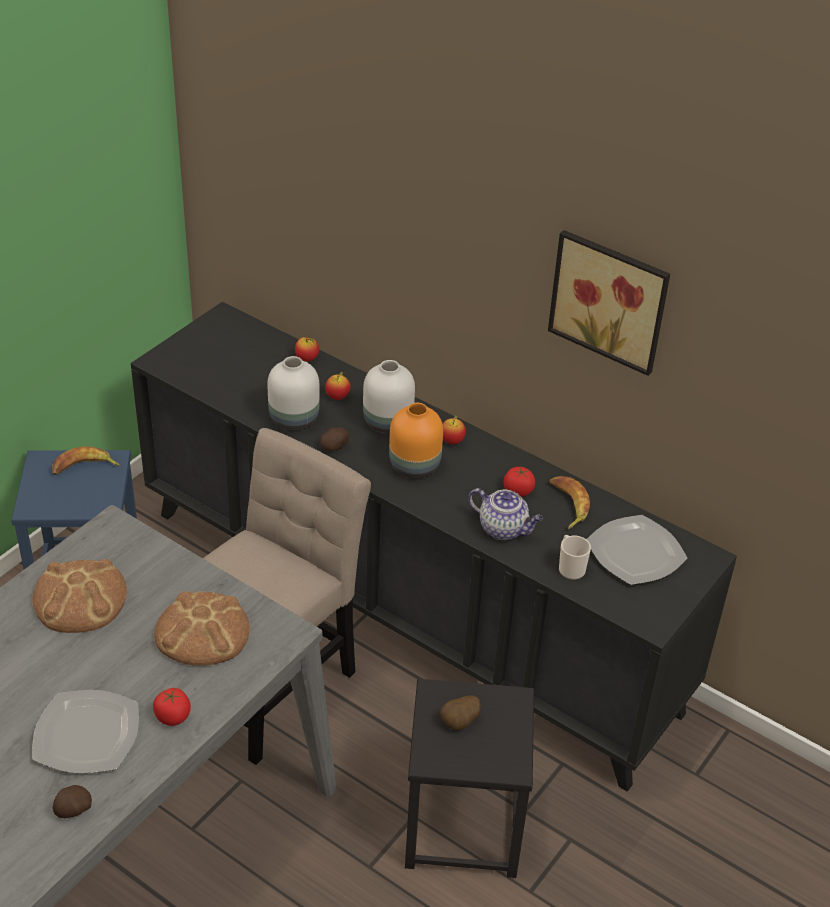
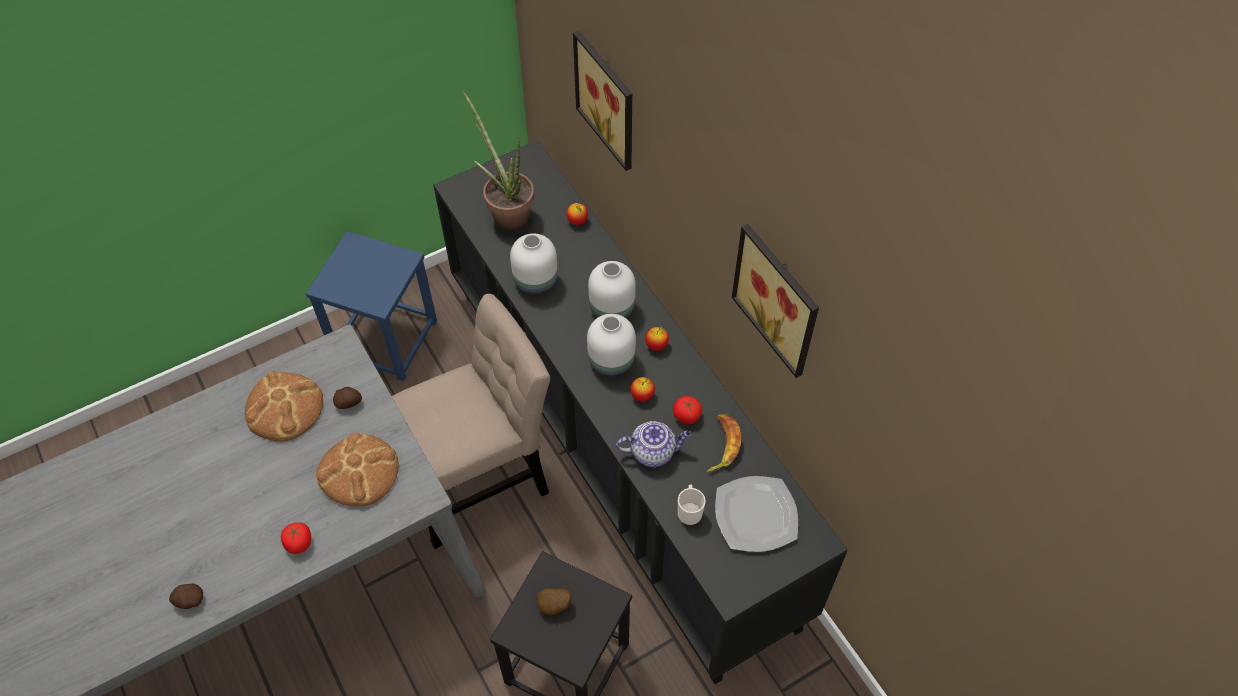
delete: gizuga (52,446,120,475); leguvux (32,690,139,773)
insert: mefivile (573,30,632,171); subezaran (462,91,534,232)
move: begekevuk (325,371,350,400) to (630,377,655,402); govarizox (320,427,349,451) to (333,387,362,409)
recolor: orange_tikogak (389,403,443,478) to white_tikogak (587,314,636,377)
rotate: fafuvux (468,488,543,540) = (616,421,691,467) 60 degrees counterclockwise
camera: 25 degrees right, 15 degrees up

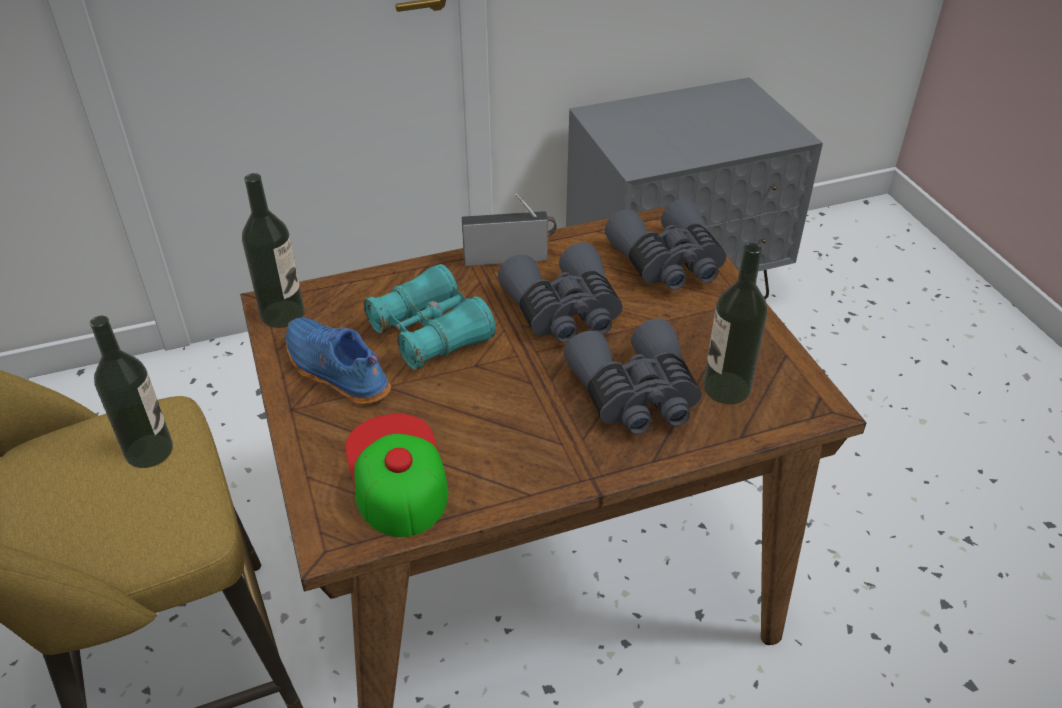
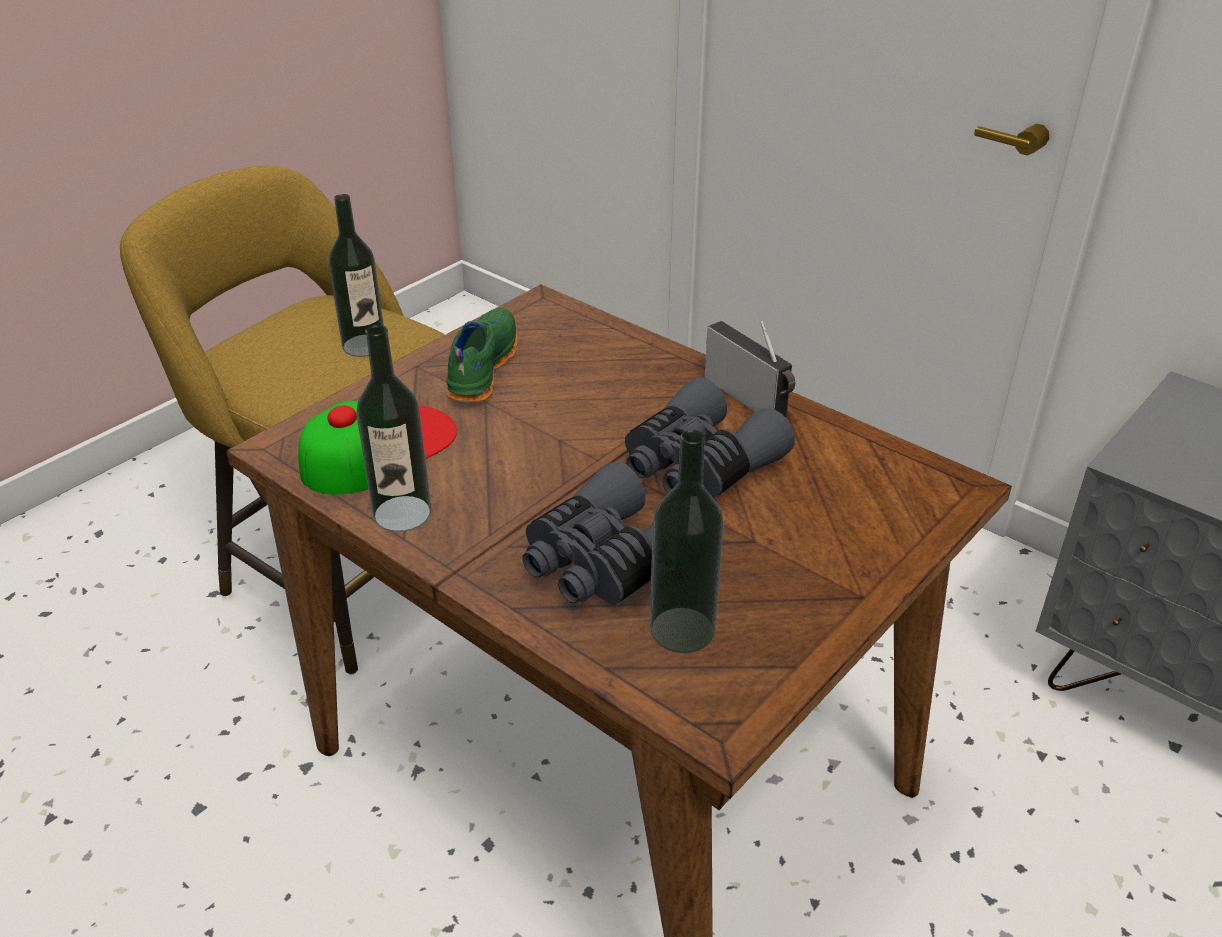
delete: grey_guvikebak (605,199,726,290); turquoise_guvikebak (364,264,496,370)
move: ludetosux (242,173,305,328) to (356,325,431,532)
recolor: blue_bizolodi (286,317,391,405) to green_bizolodi (446,308,517,403)
camera: 60 degrees right, 5 degrees down

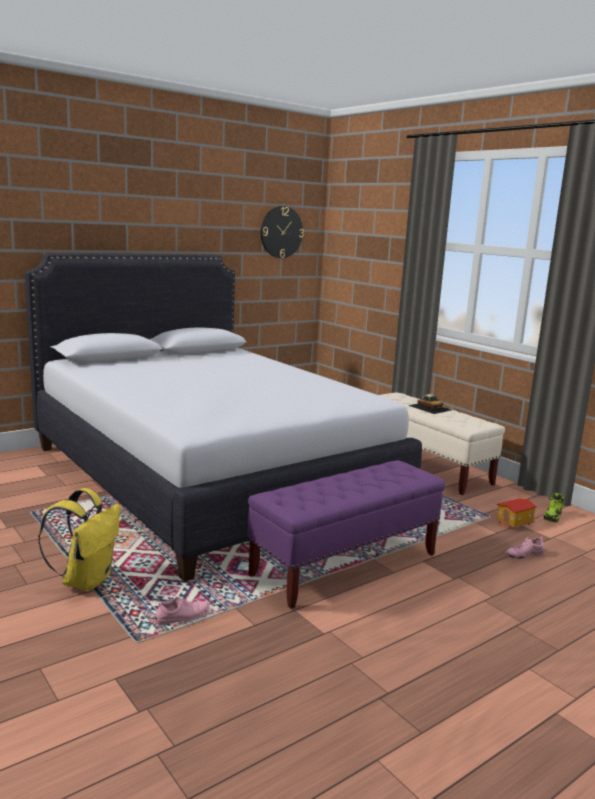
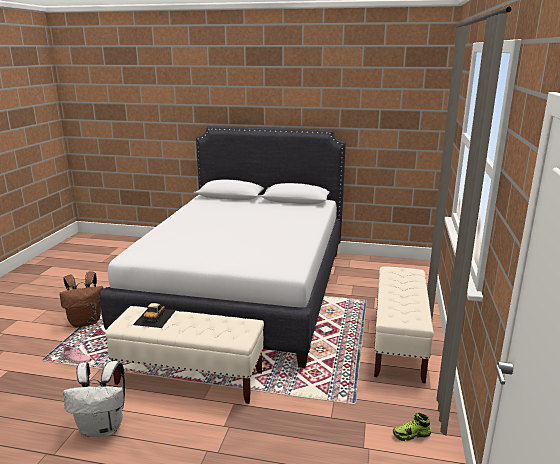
delete: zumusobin (261,206,304,258); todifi (495,498,537,530); pink_bizolodi (505,537,545,559)
insert: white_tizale (63,361,125,437)
move: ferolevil (408,394,451,414) to (133,303,176,328)
recolor: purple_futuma (247,460,445,609) to beige_futuma (105,306,264,404); yellow_tizale (38,488,121,591) to brown_tizale (59,271,104,328)
camera: 50 degrees right, 5 degrees up

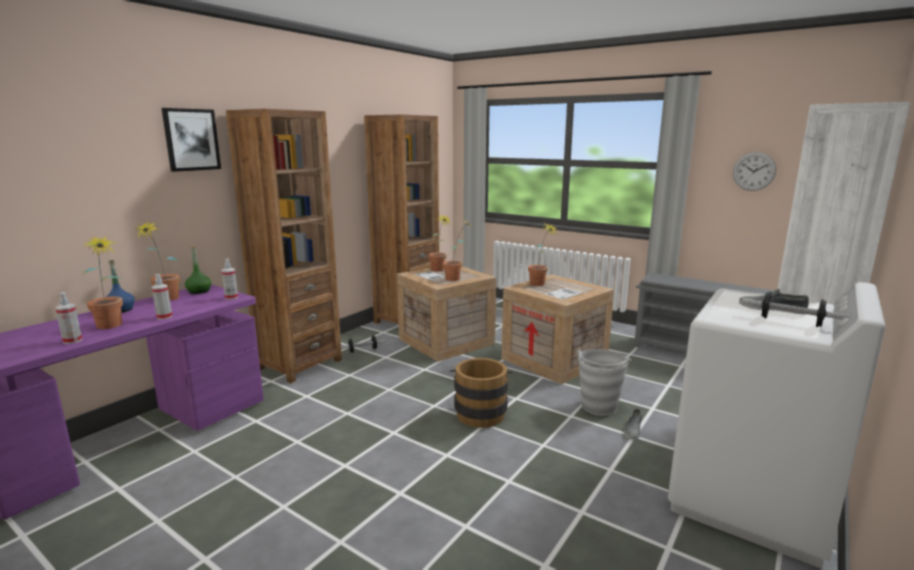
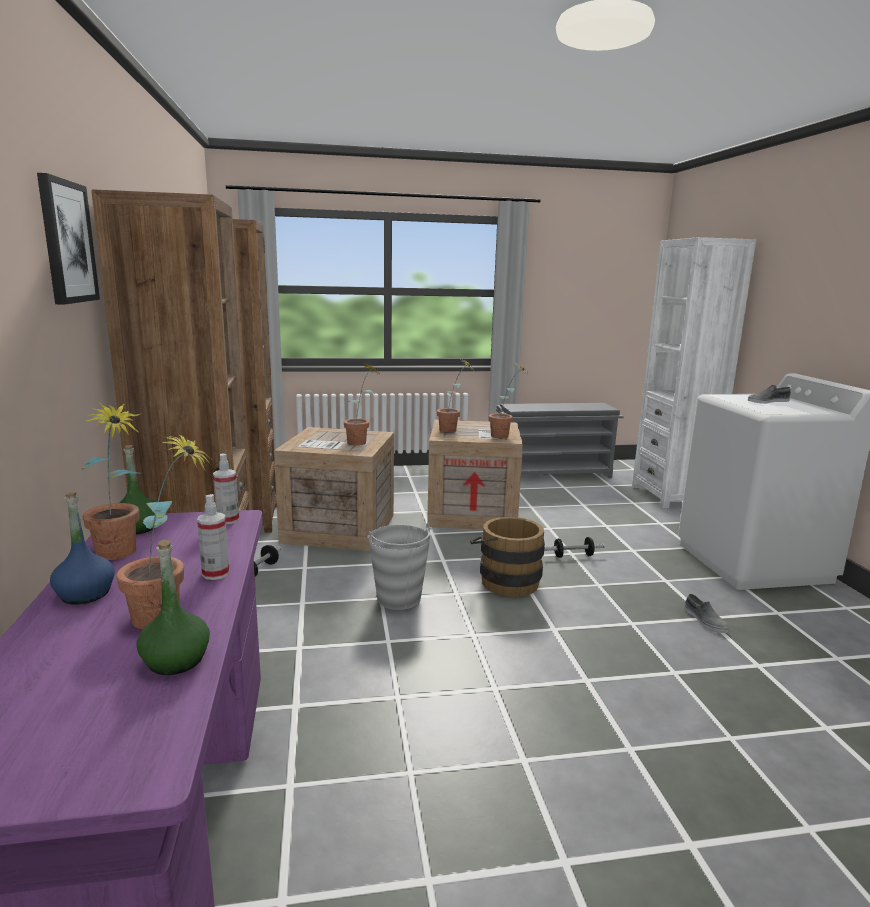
delete: zumusobin (733,152,776,191)
move: subezaran (428,214,452,271) to (489,363,529,438); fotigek (742,291,849,327) to (544,537,605,558); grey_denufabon (576,348,631,416) to (367,524,432,610); grey_bizolodi (624,409,642,440) to (685,594,729,633)
replace: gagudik (55,292,82,344) to green_ludetosux (136,540,210,675)
camera: 45 degrees left, 0 degrees up

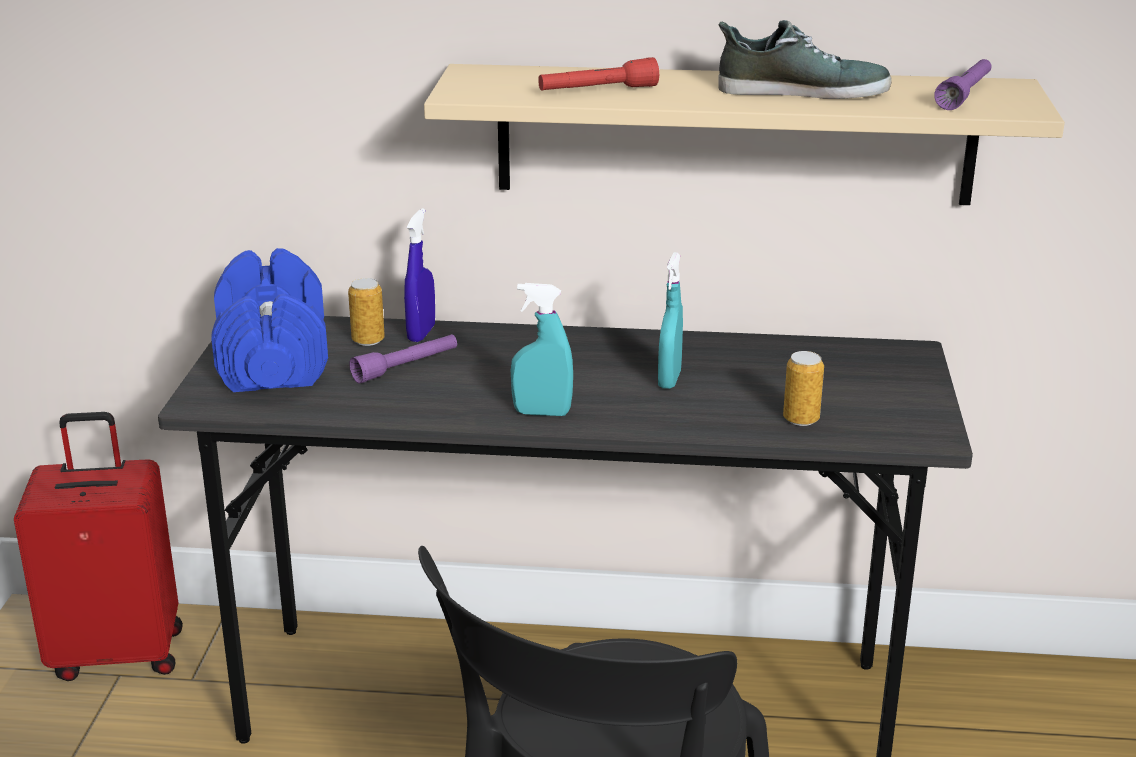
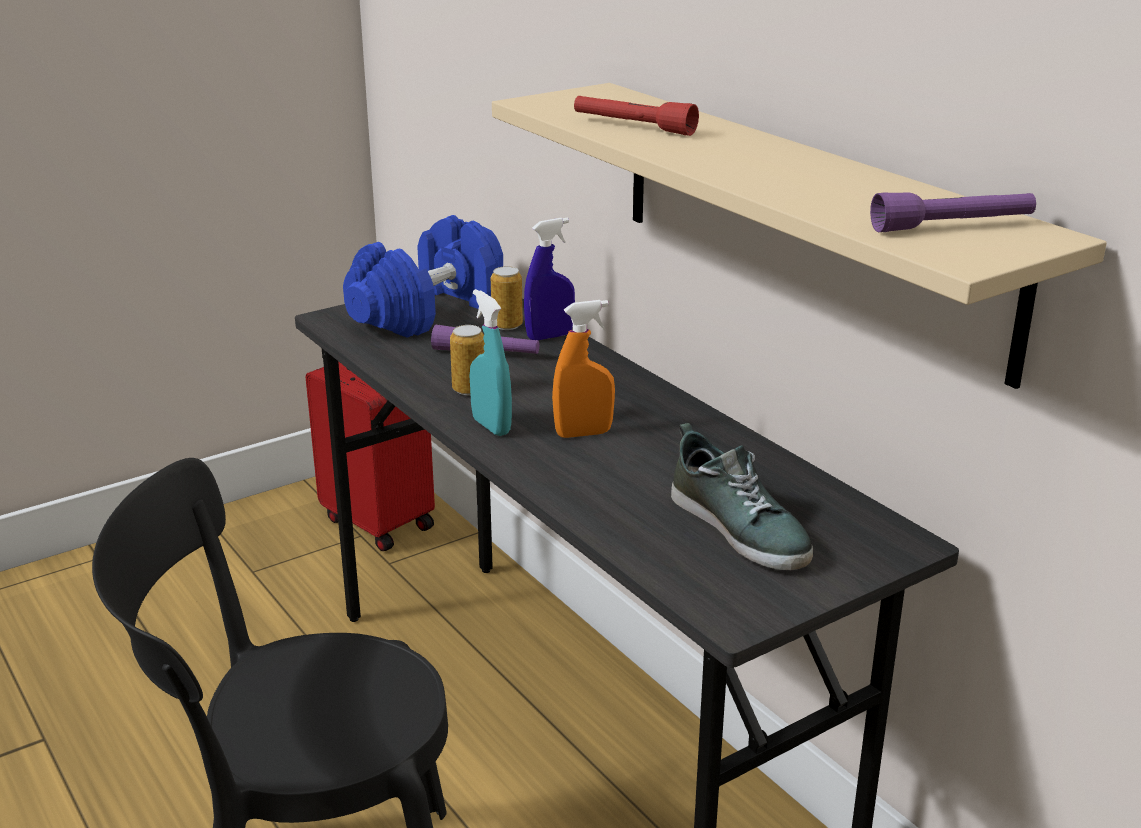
delete: turquoise_gagudik (658,252,683,389)
insert: orange_gagudik (552,300,615,438)
move: bizolodi (718,20,892,99) to (671,423,813,570); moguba (783,351,824,426) to (450,325,485,395)
camera: 50 degrees right, 0 degrees up

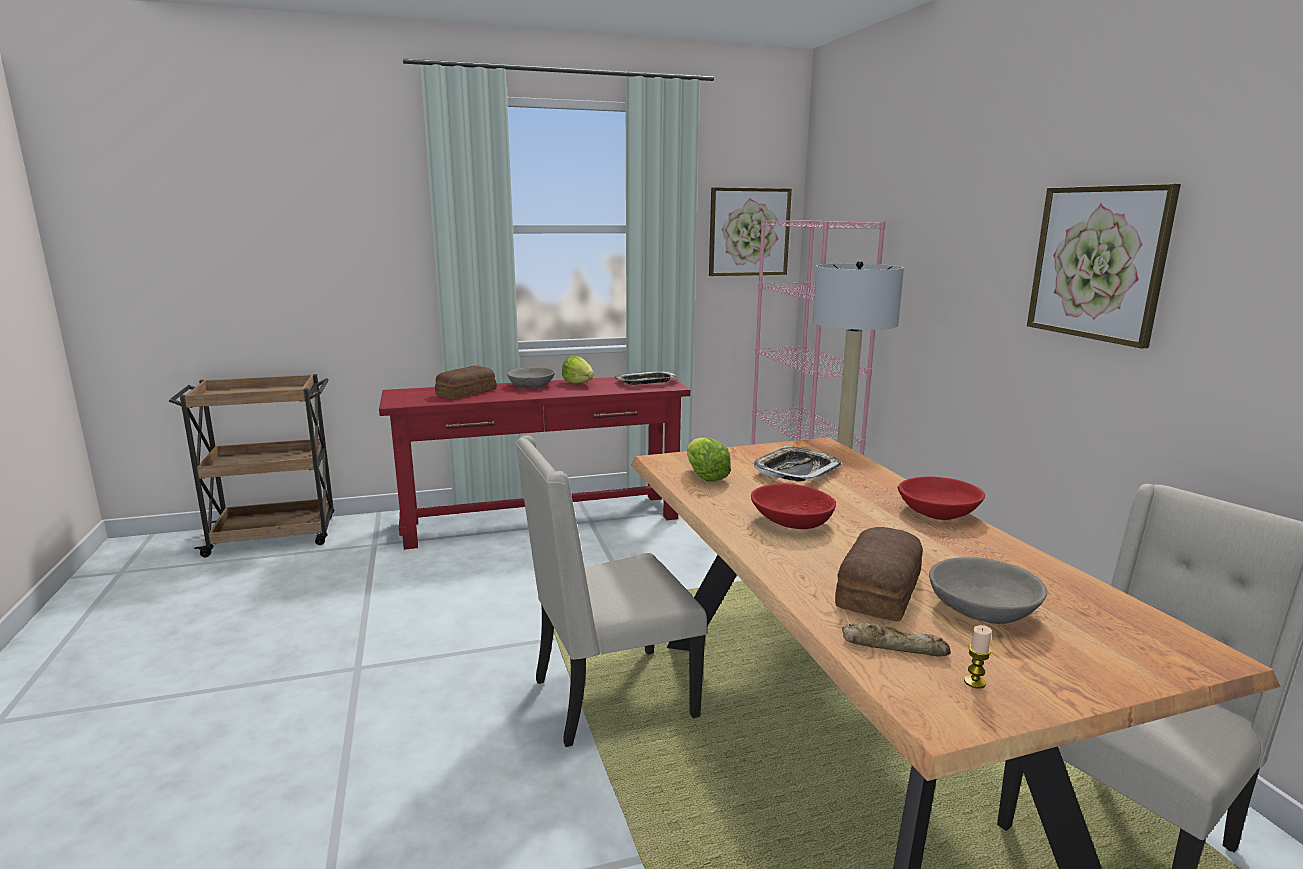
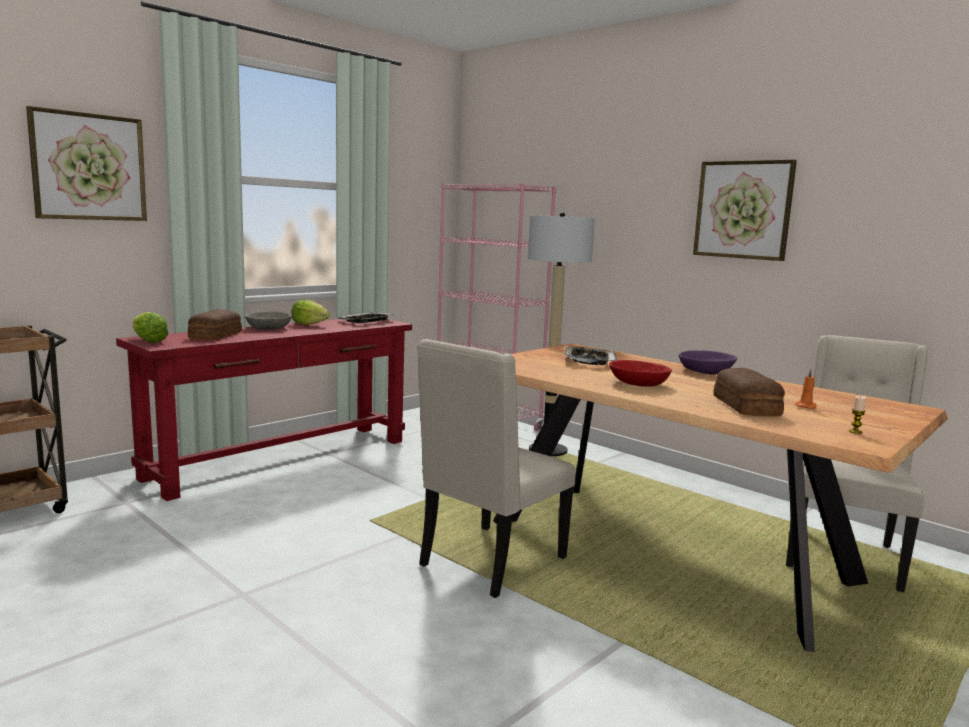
delete: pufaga (842,622,951,656)
move: mefivile (709,187,792,276) to (26,106,147,221); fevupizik (687,437,731,482) to (132,312,168,343)
replace: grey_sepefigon (929,557,1047,624) to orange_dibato (795,369,816,409)
recolor: red_sepefigon (898,476,985,520) to purple_sepefigon (679,350,737,375)
camera: 30 degrees left, 5 degrees down

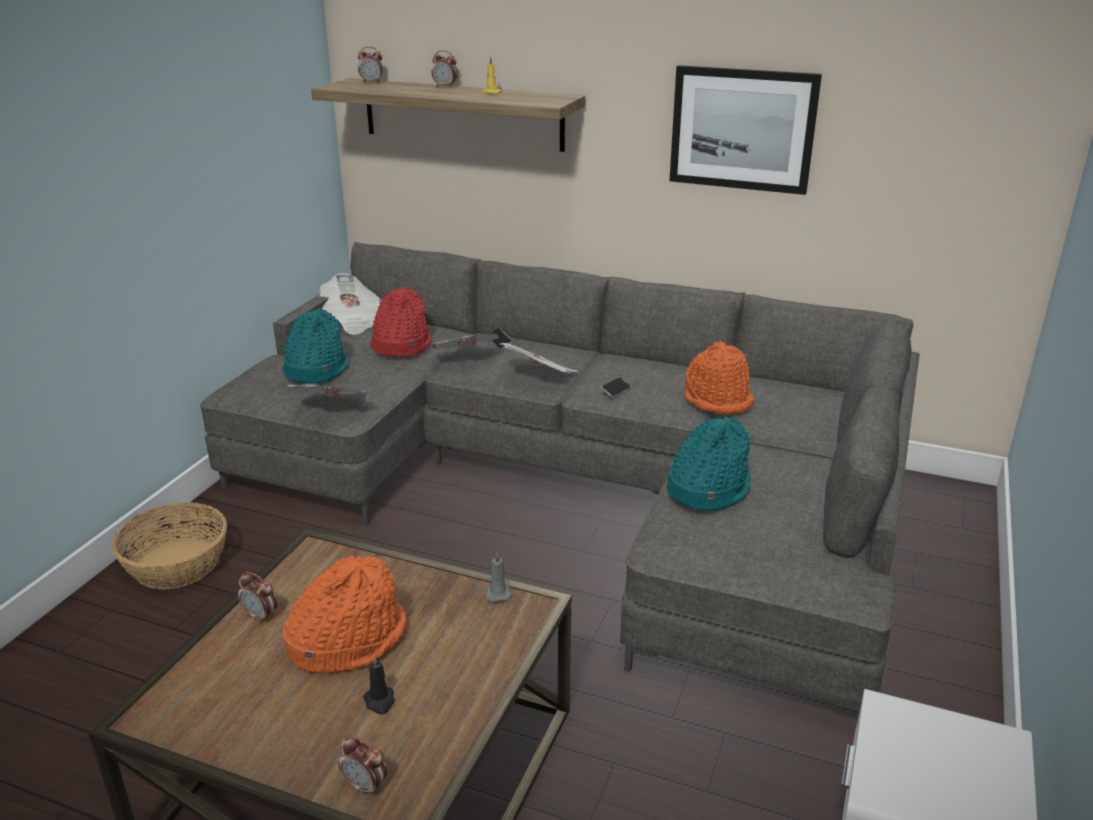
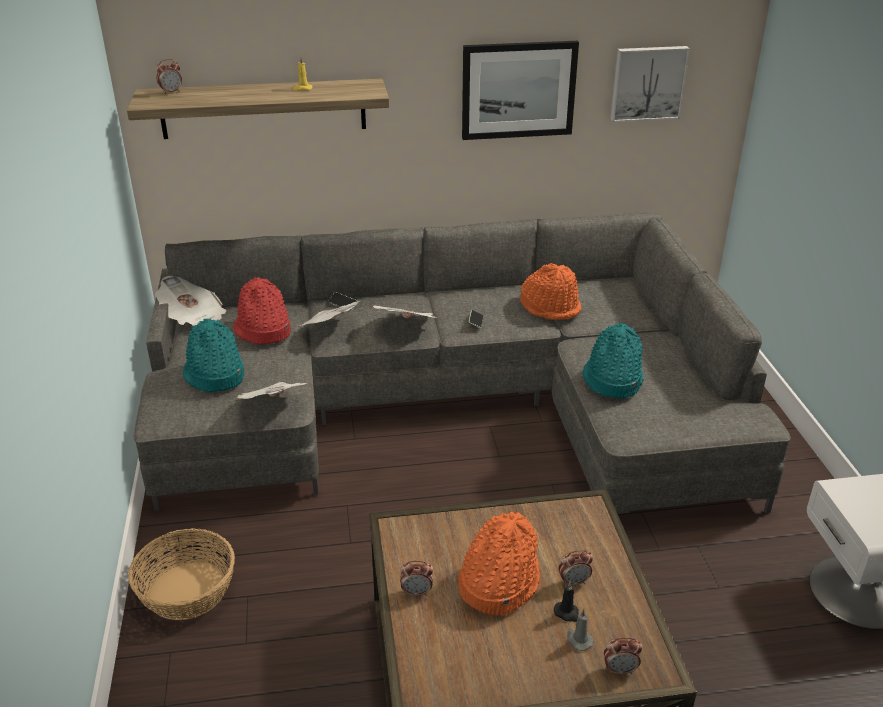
insert: mefivile (610,46,690,122)
move: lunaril (432,50,458,88) to (558,550,593,585); grey_dibato (485,552,512,602) to (567,609,594,651)
camera: 30 degrees left, 5 degrees up

